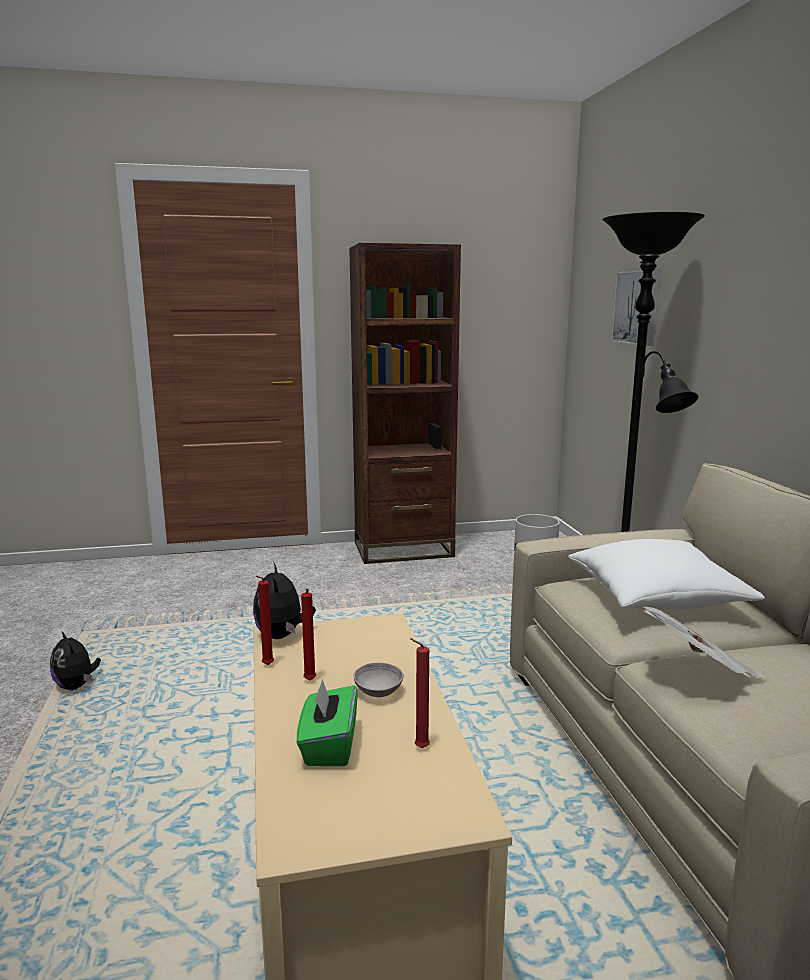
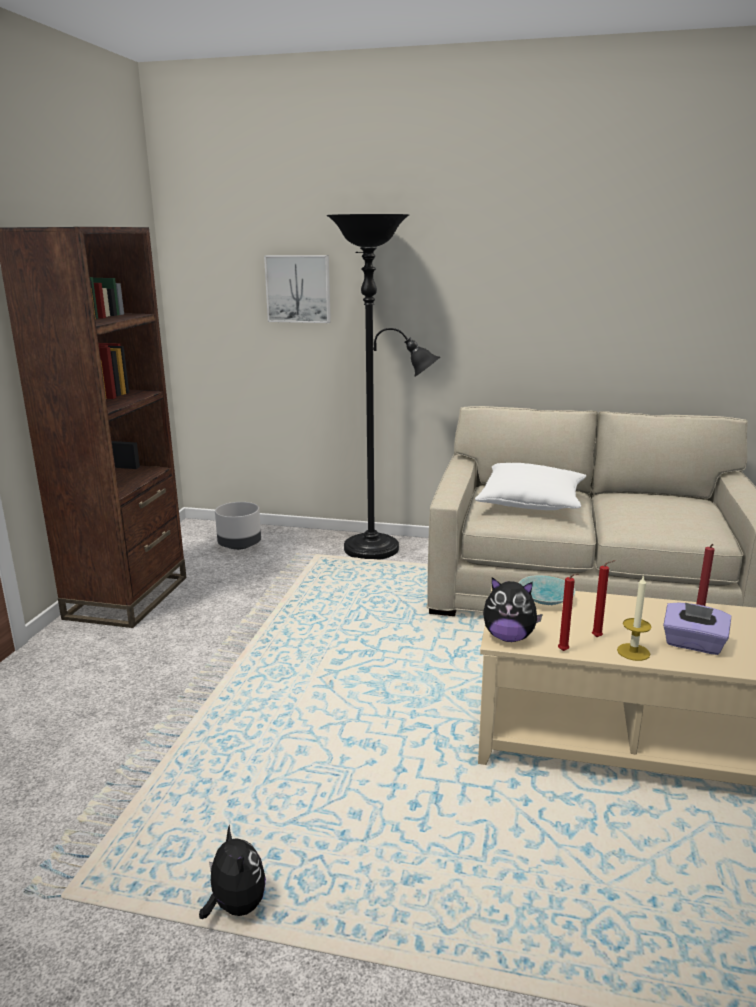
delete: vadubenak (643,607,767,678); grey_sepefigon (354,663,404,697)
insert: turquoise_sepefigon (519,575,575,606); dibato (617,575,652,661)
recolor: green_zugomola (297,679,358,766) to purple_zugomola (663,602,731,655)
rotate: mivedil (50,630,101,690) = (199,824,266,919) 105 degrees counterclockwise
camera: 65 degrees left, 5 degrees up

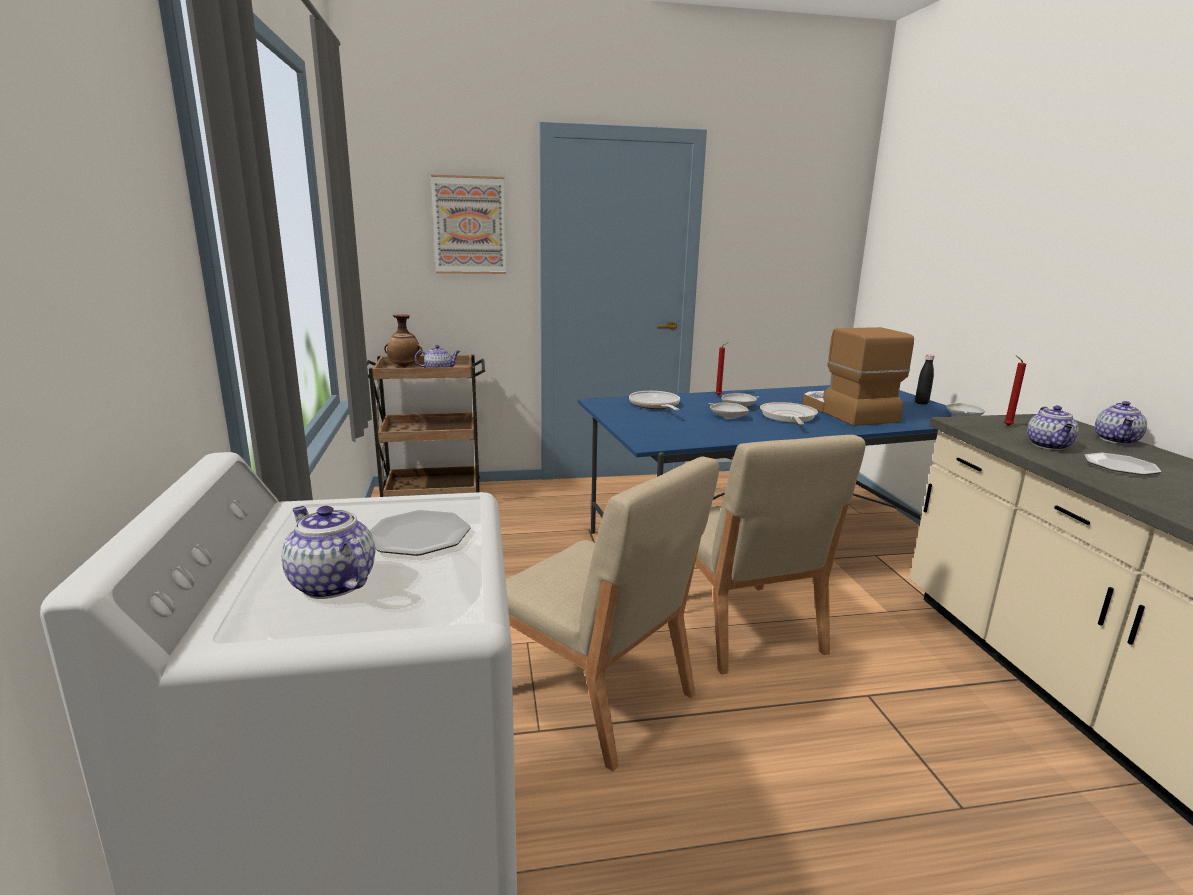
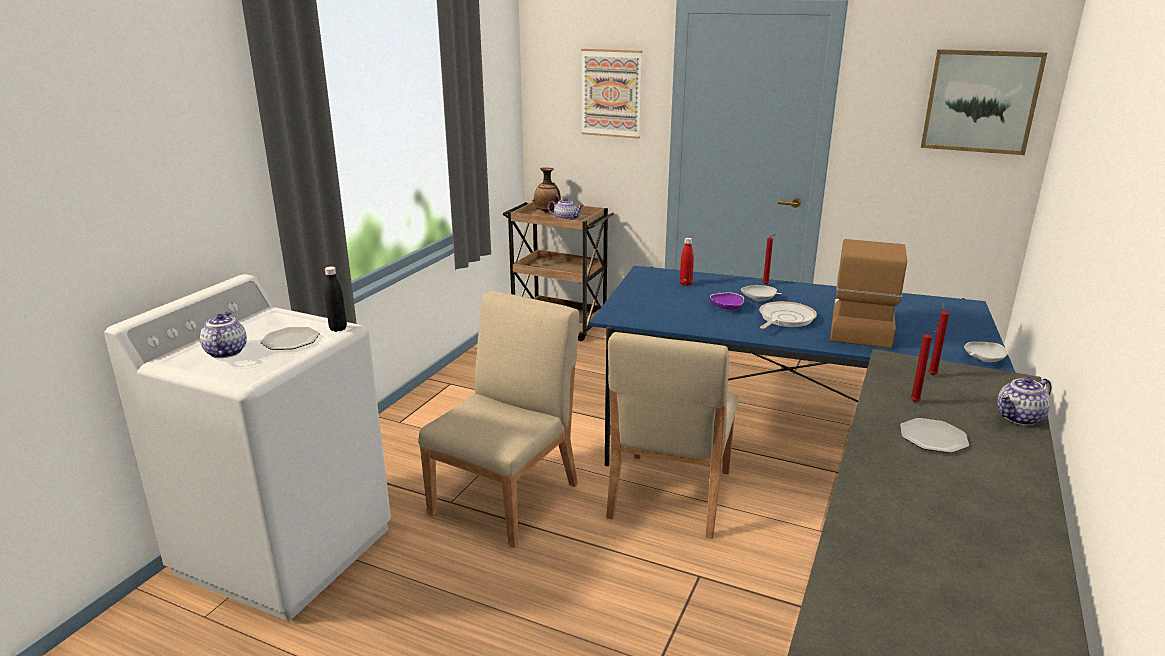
insert: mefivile (921,49,1047,155)
move: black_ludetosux (915,354,934,405) to (325,266,347,332)
replace: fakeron (629,391,680,411) to red_ludetosux (680,238,694,286); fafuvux (1027,406,1079,450) to red_dibato (910,331,937,402)
recolor: white_sepefigon (709,402,750,419) to purple_sepefigon (710,291,744,310)
rotate: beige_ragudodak (506,457,719,771) = (418,291,579,548) 135 degrees counterclockwise
camera: 35 degrees right, 5 degrees up

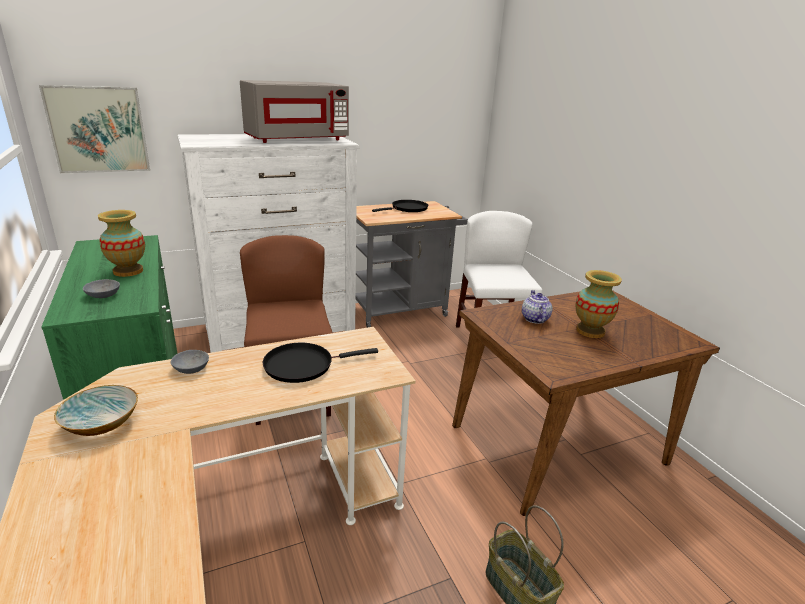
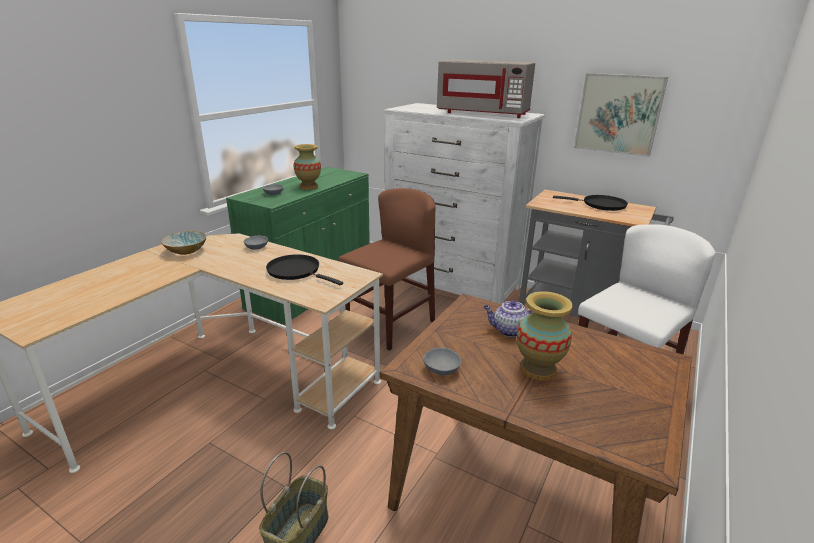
insert: grey_sepefigon (423,348,461,375)
move: mefivile (39,85,150,173) to (574,73,668,157)
rotate: fafuvux (522,290,553,324) = (484,300,533,337) 135 degrees counterclockwise
camera: 55 degrees right, 0 degrees up

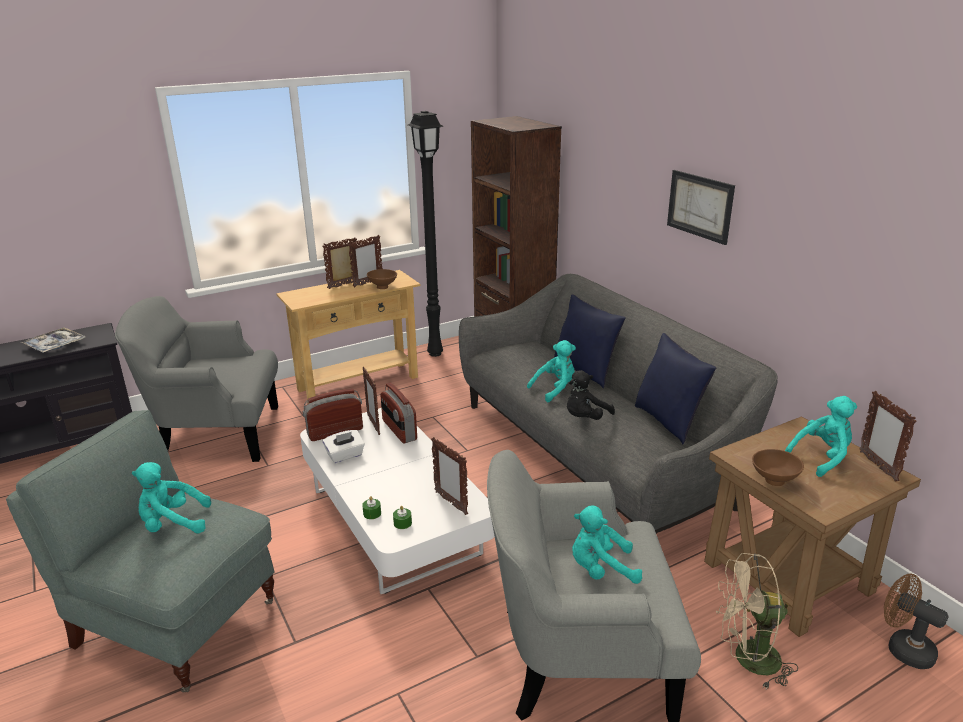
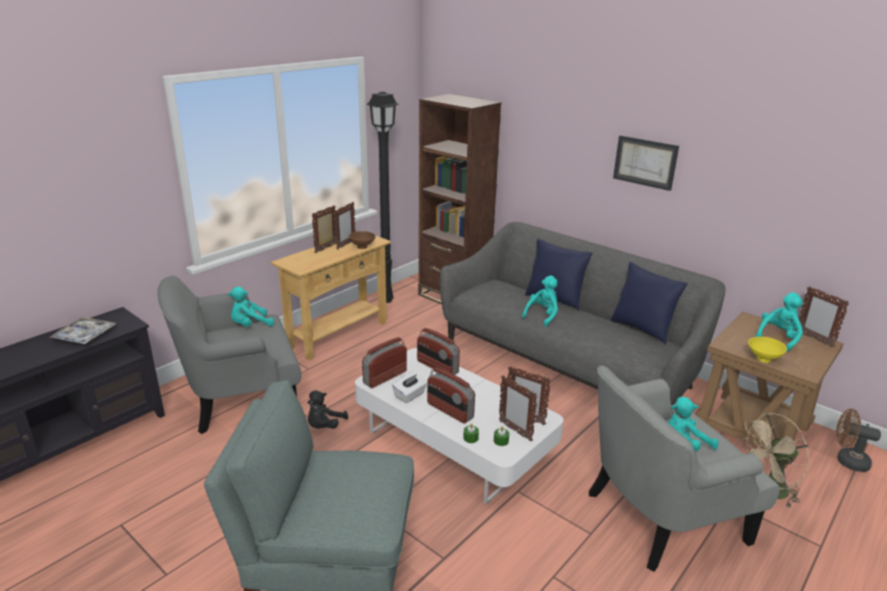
insert: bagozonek (427,367,475,423)
move: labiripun (363,367,380,435) to (499,375,538,441); black_mivedil (567,370,615,420) to (307,390,348,429); turquoise_mivedil (132,462,211,533) to (228,287,274,327)
recolor: brown_sepefigon (752,449,804,486) to yellow_sepefigon (748,337,787,363)
camera: 20 degrees left, 0 degrees up

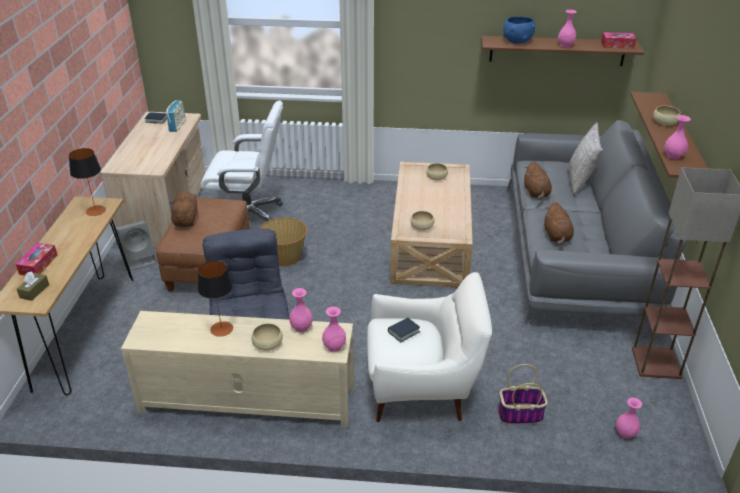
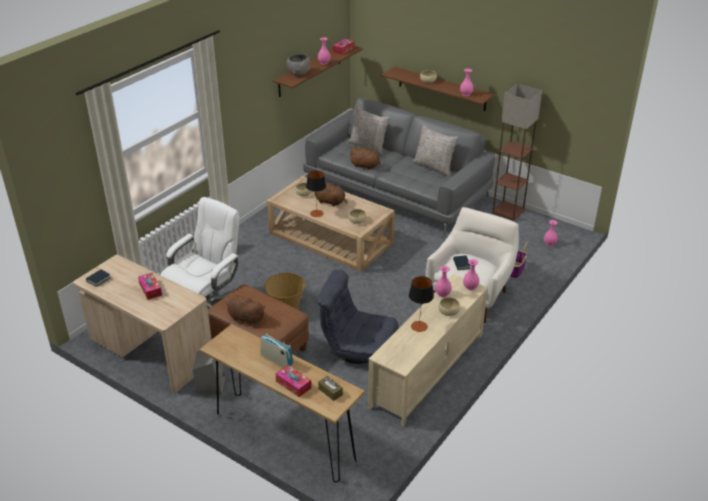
insert: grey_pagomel (412,124,459,176); zugomola (138,273,162,300)
move: bagozonek (166,100,186,132) to (260,334,293,367); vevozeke (69,148,106,216) to (306,171,326,217); brown_mivedil (544,202,574,245) to (315,183,348,206)
recolor: blue_sepefigon (503,16,535,44) to grey_sepefigon (286,54,310,76)
camera: 60 degrees left, 0 degrees up

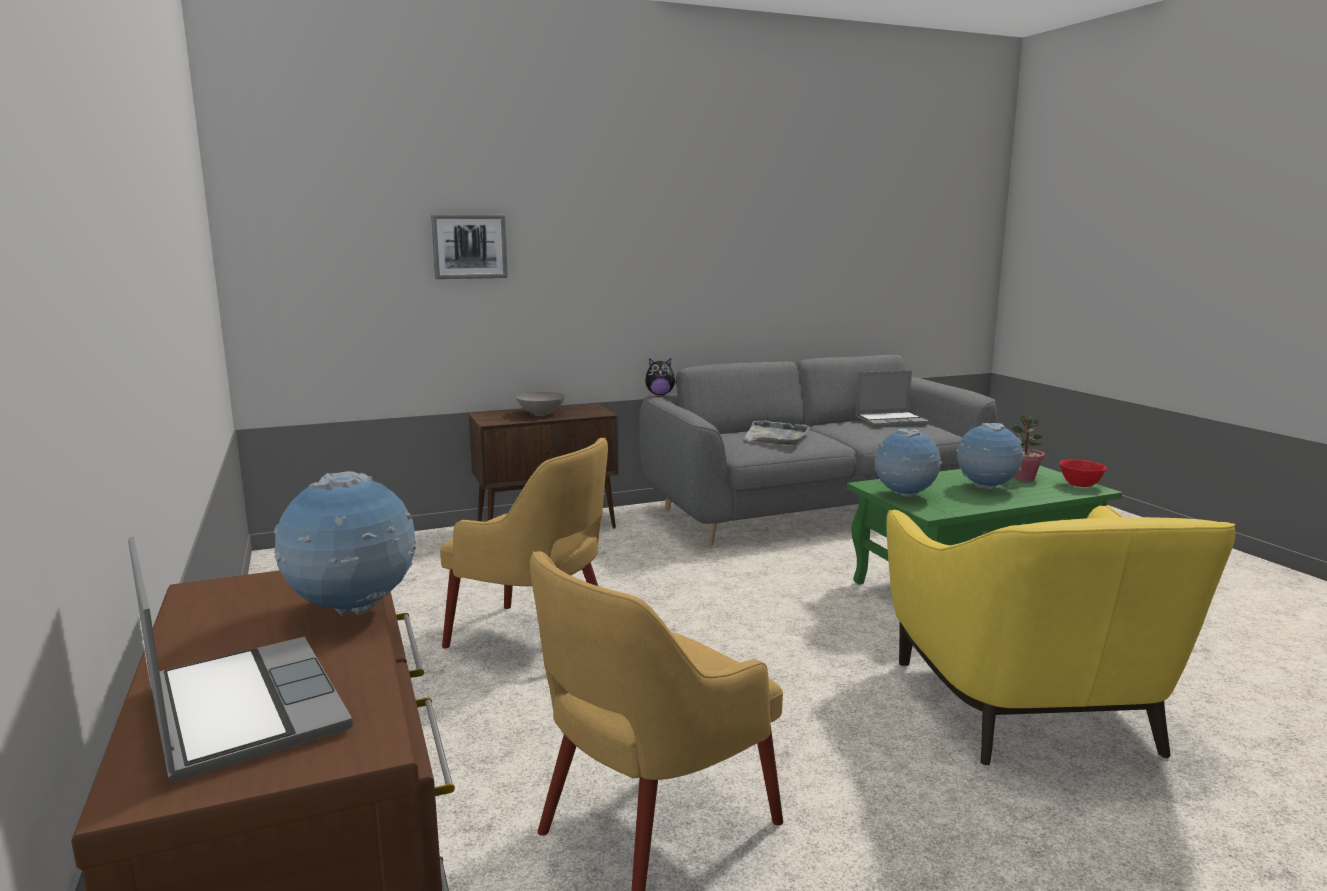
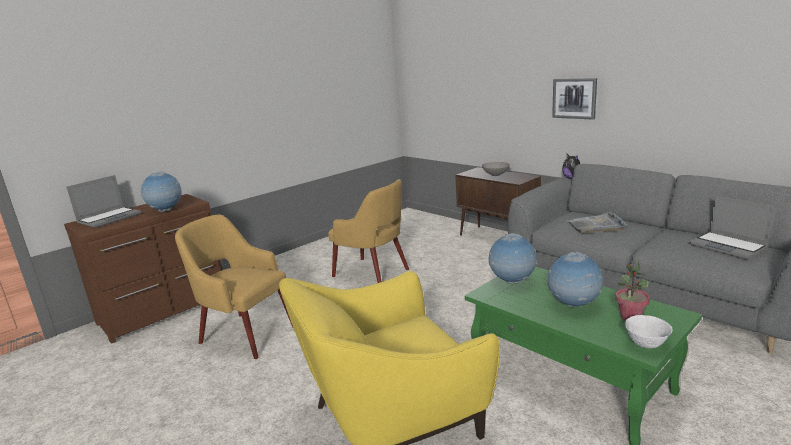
move: mefivile (431,214,508,279) to (552,78,597,120)
recolor: red_sepefigon (1059,459,1107,487) to white_sepefigon (625,315,673,348)
rotate: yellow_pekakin (440,437,608,648) = (328,179,409,283) 60 degrees counterclockwise
camera: 70 degrees right, 5 degrees up

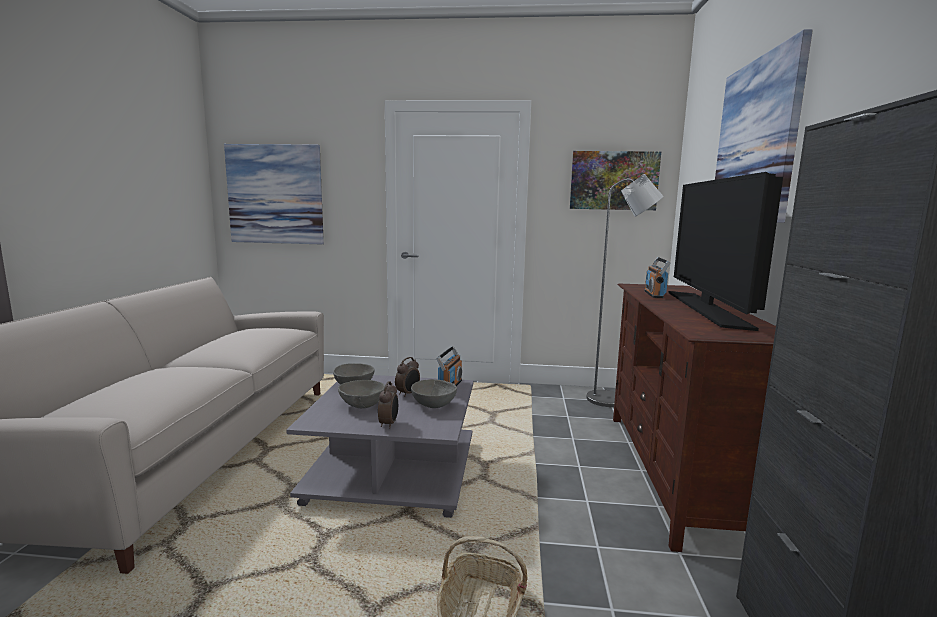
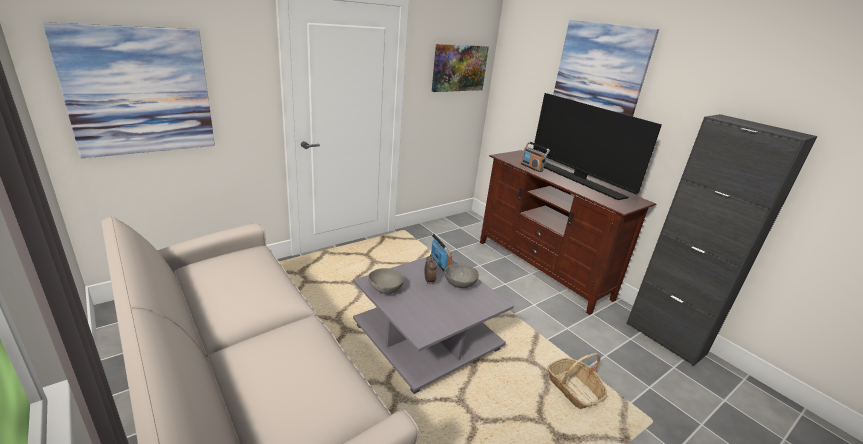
delete: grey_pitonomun (586,174,664,407); grey_sepefigon (338,380,385,408); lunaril (378,381,398,429)
camera: 45 degrees left, 15 degrees up

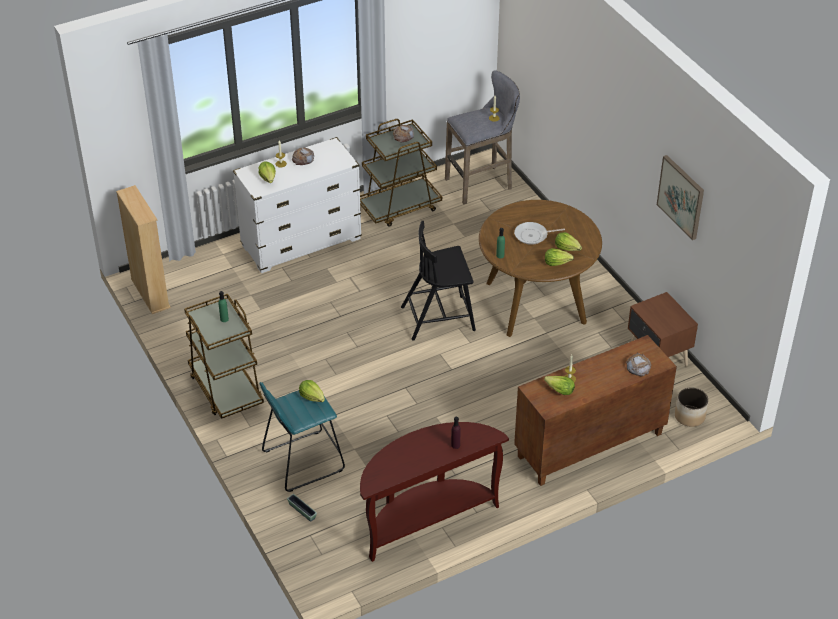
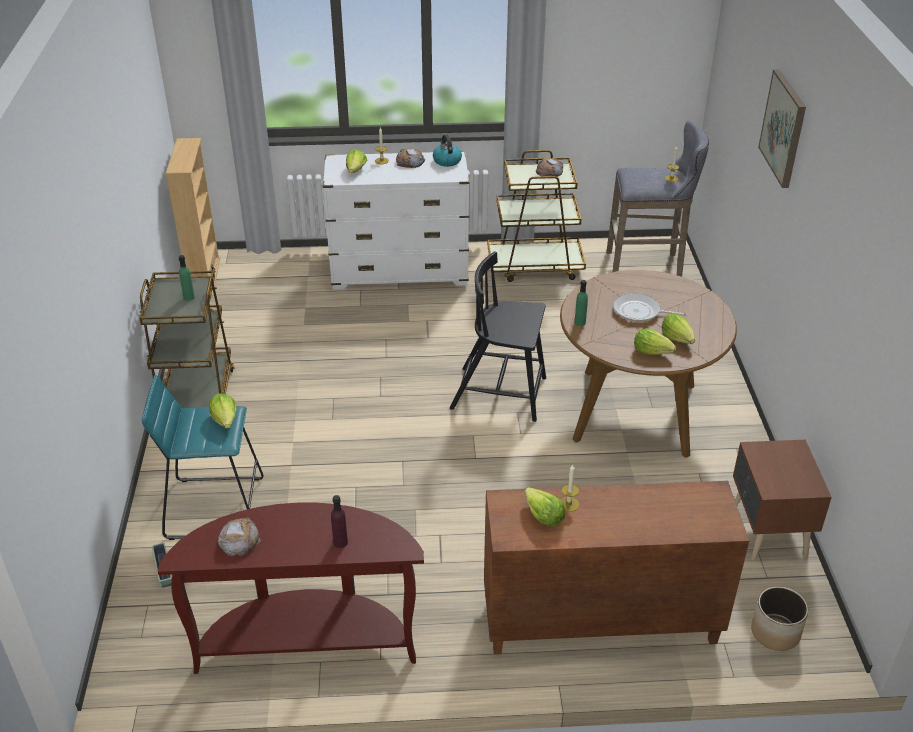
insert: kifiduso (433,134,462,167)
move: mefivile (657,155,704,240) to (758,69,806,188); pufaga (626,353,651,376) to (218,517,261,557)
camera: 25 degrees right, 5 degrees down

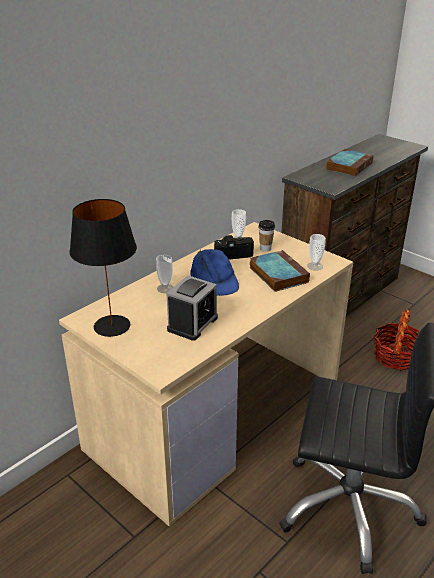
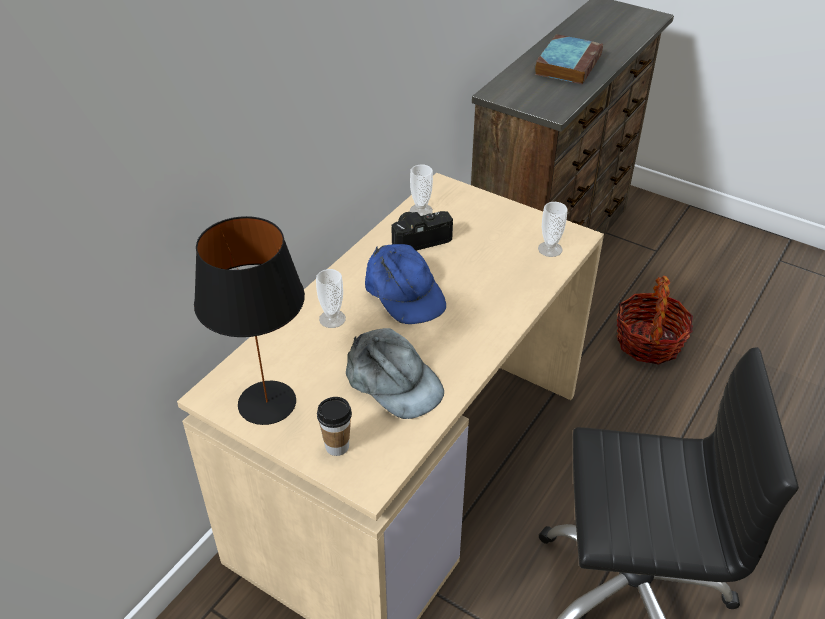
delete: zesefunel (250,250,310,292)
move: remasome (258,220,275,252) to (317,397,352,456)
replace: lunaril (166,275,218,341) to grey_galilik (346,328,444,419)
camera: 10 degrees left, 10 degrees up

